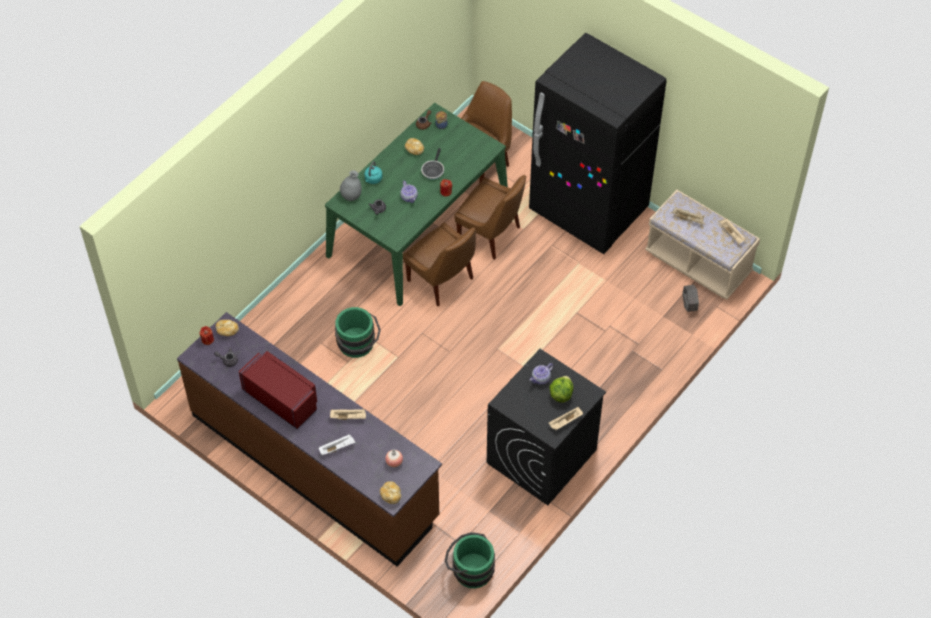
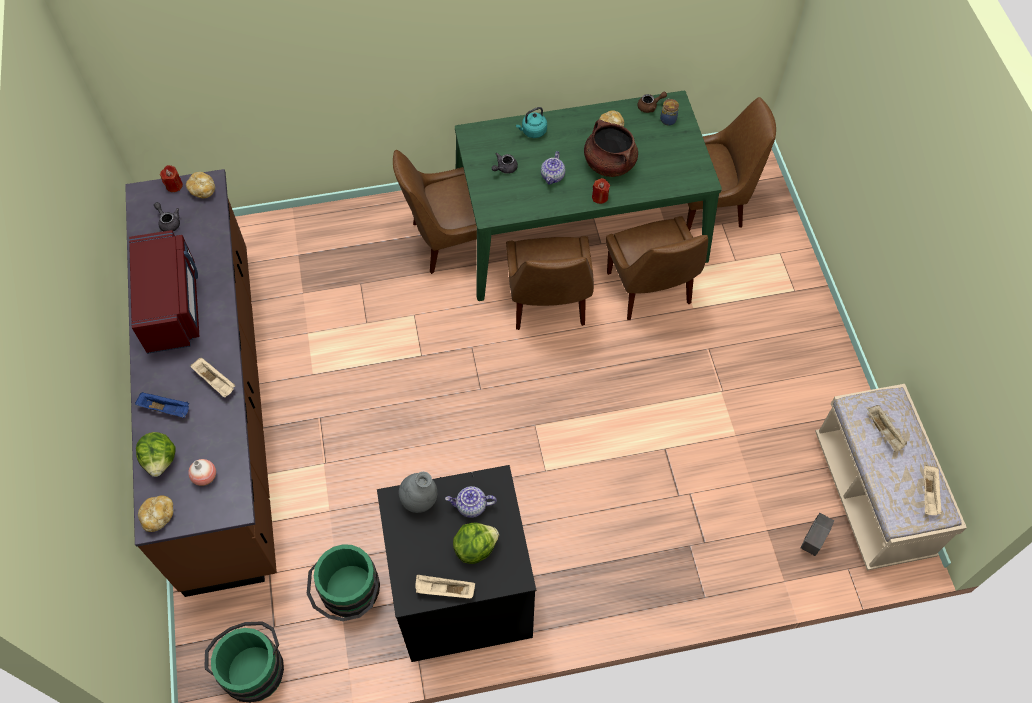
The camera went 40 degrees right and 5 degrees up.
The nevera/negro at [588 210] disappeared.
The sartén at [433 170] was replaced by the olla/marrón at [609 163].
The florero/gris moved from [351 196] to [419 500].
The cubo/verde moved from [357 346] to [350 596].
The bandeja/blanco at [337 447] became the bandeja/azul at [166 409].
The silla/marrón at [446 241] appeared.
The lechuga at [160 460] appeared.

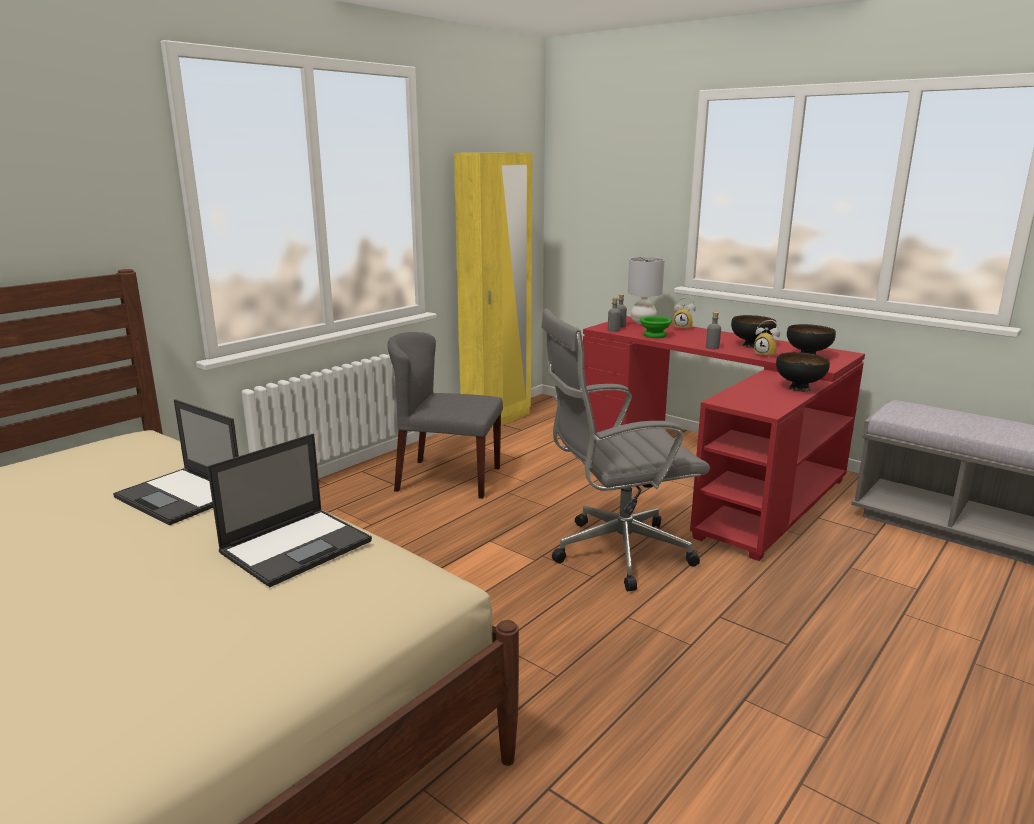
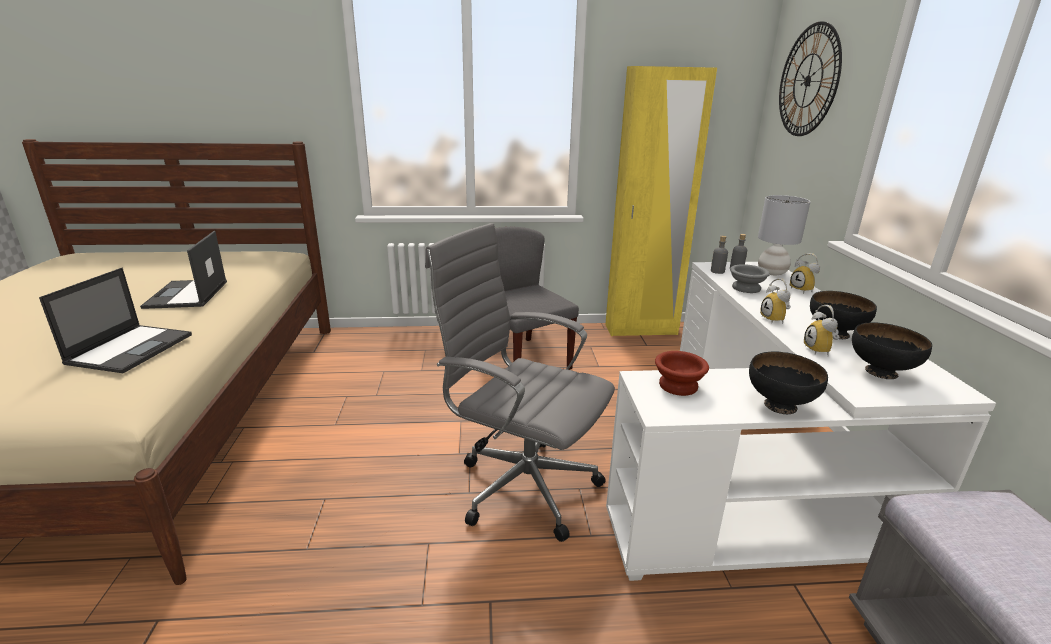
The camera went 45 degrees right and 5 degrees up.
The botella/gris at [712 347] was replaced by the despertador at [775 320].
The escritorio/rojo at [716 475] became the escritorio/blanco at [755 470].
The cuenco/verde at [655 335] became the cuenco/gris at [746 288].
The portátil at [297 546] turned 75 degrees counterclockwise.
The reloj de pared at [808 81] appeared.
The cuenco/marrón at [676 385] appeared.

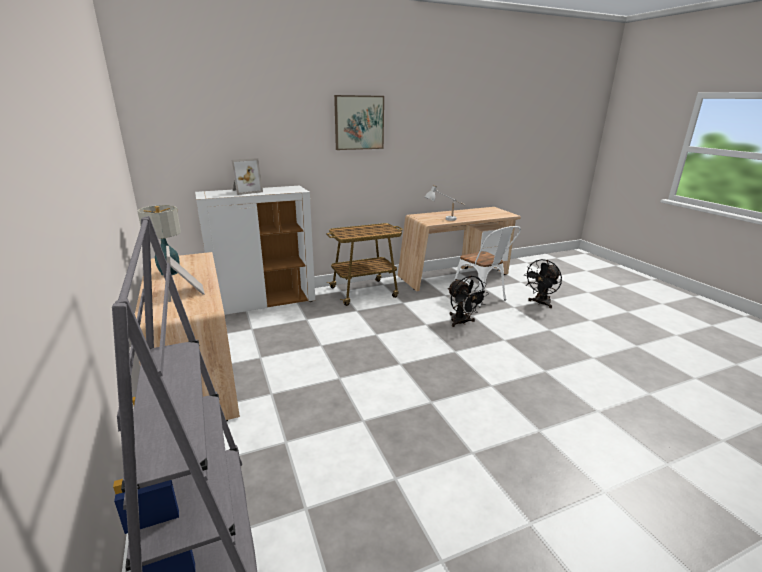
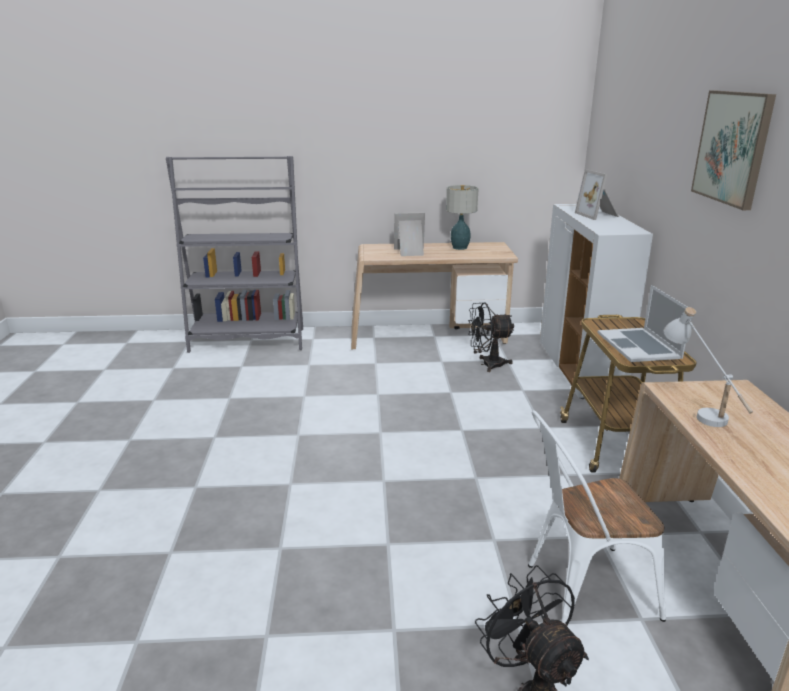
The camera went 110 degrees right and 0 degrees up.
The ventilador/negro moved from [462 322] to [487 364].
The portátil at [639 345] appeared.

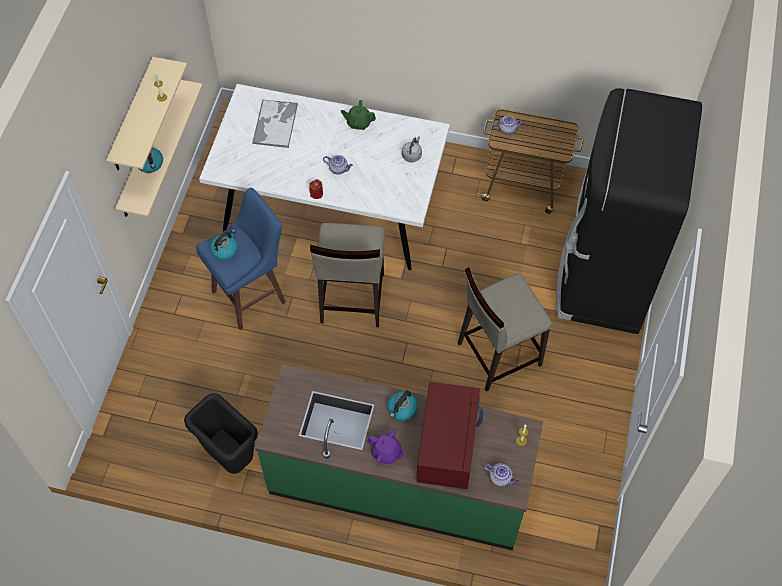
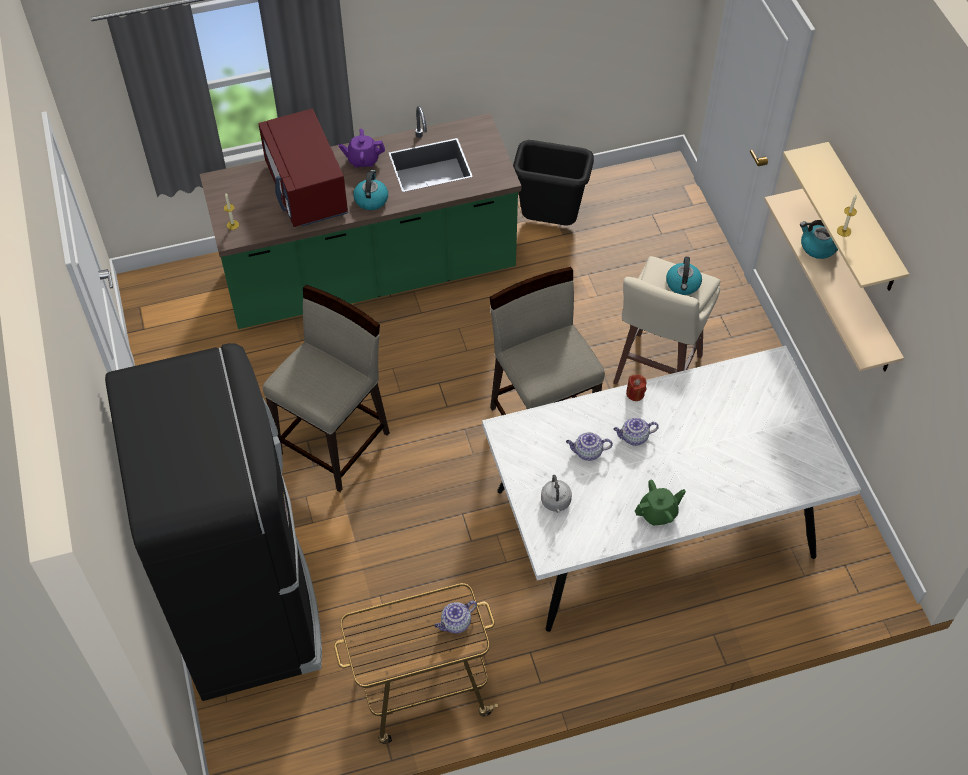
The camera went 150 degrees right and 5 degrees down.
The bandeja at [275 123] disappeared.
The taburete/azul at [251 296] became the taburete/beis at [656 371].
The tetera moved from [500 478] to [587 452].

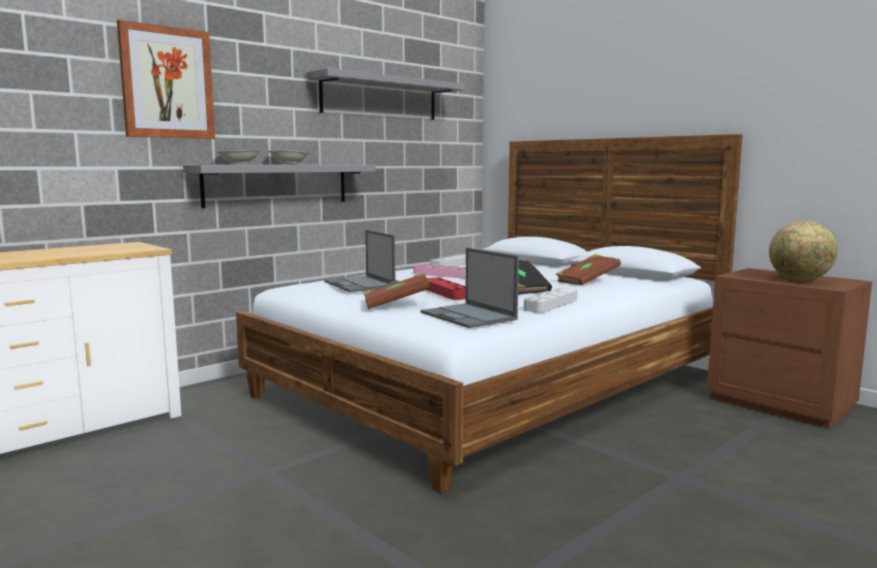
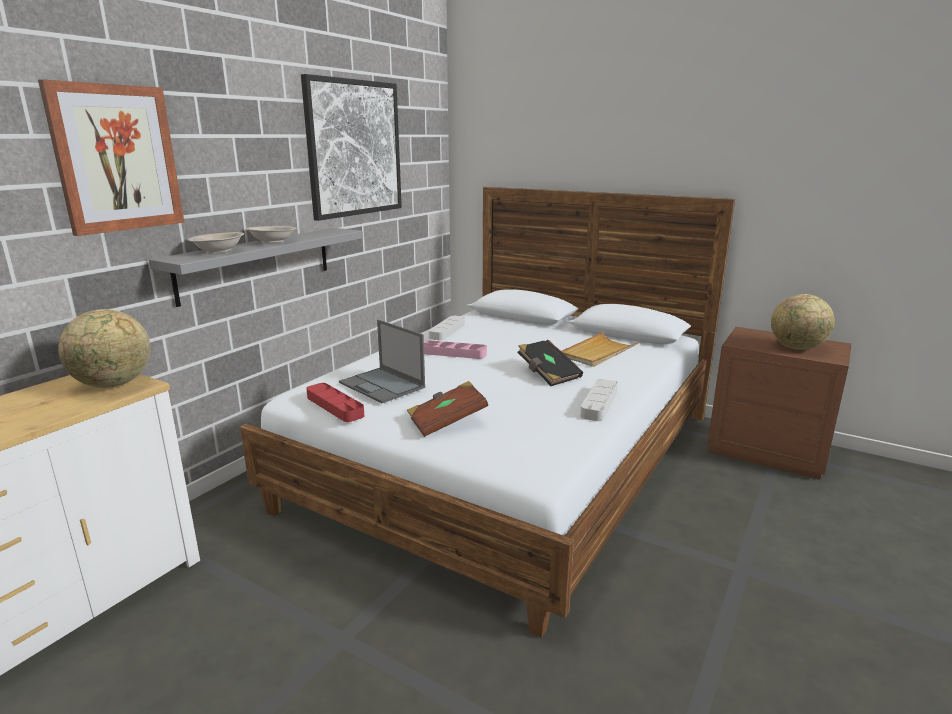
The camera went 15 degrees left and 10 degrees up.
The estante/gris at [380 98] was replaced by the cuadro at [354 148].
The portátil at [469 316] disappeared.
The libro/marrón at [586 281] was replaced by the bandeja/beis at [598 352].
The bandeja/rojo moved from [445 293] to [335 406].
The globo terráqueo at [114 384] appeared.

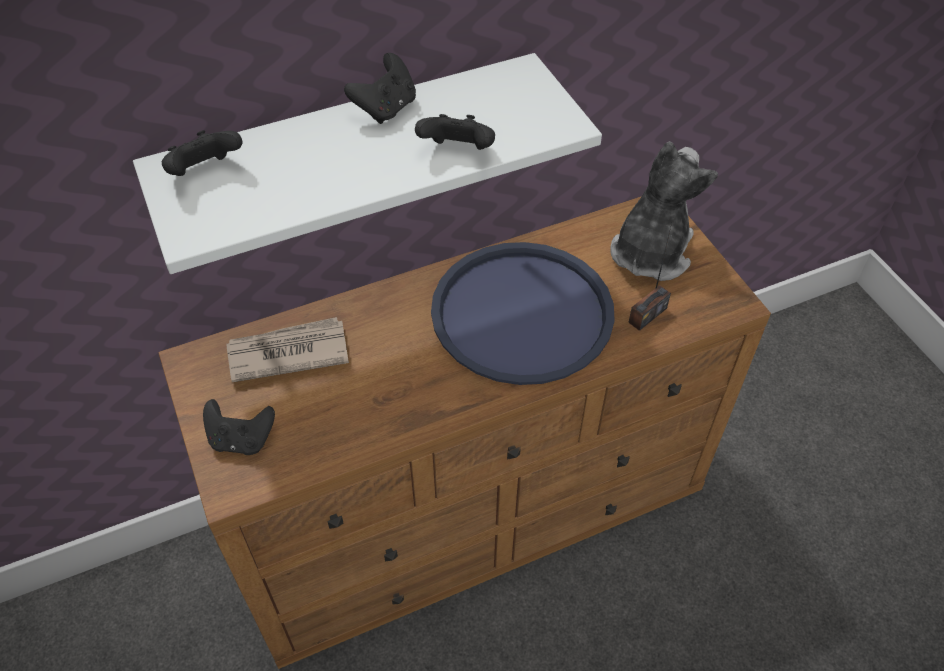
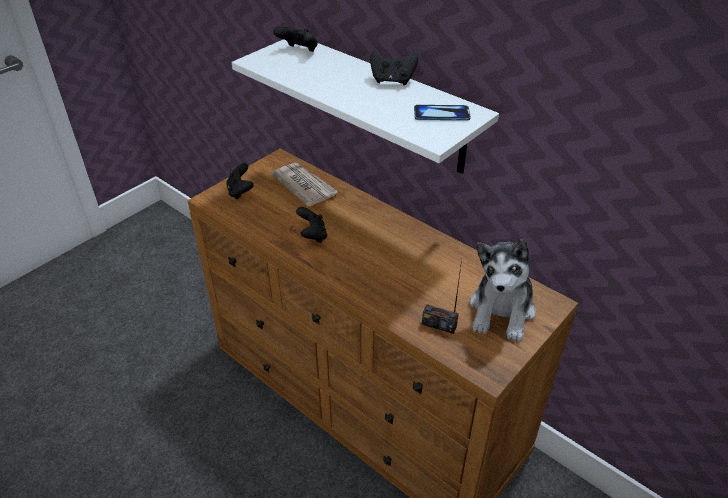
The camera went 65 degrees right and 10 degrees down.
The mando de consola/negro moved from [458 152] to [312 235].
The peluche at [650 252] turned 105 degrees clockwise.
The bandeja/azul at [522 313] disappeared.
The móvil at [441 114] appeared.

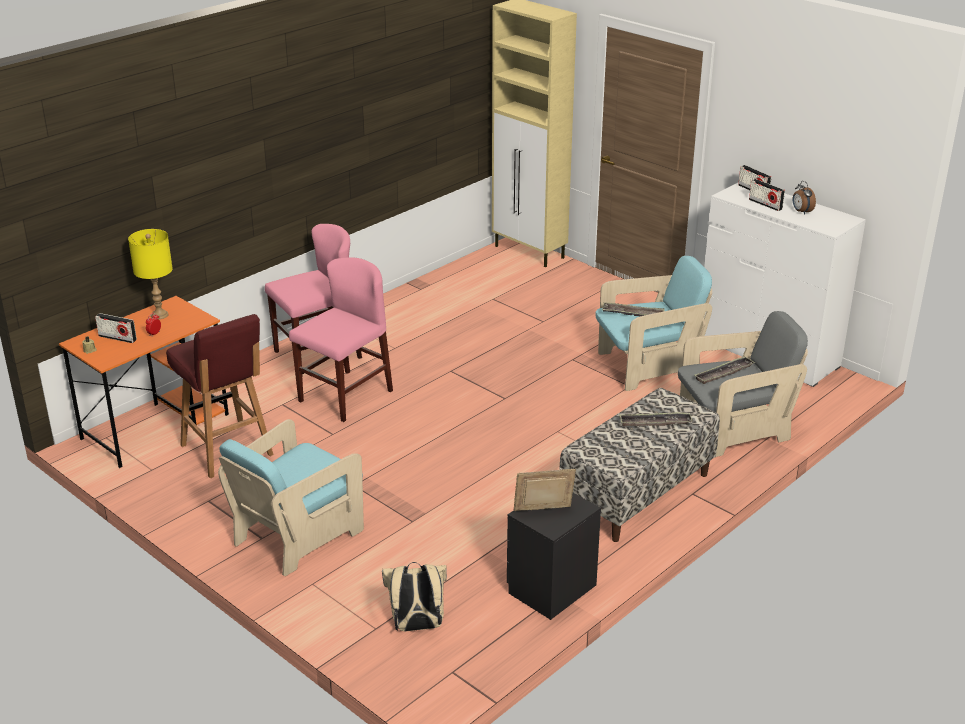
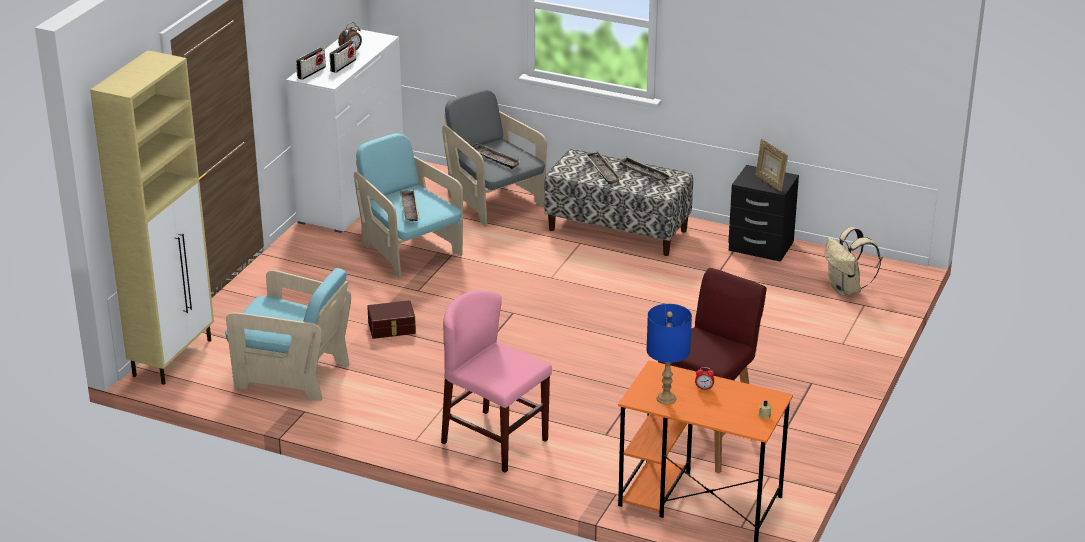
The camera went 110 degrees left and 0 degrees up.
The lámpara de mesa/amarillo at [159 315] became the lámpara de mesa/azul at [666 399].
The silla/rosa at [345 396] disappeared.
The radio at [117 338] disappeared.
The sillón/turquesa moved from [297 535] to [292 374].
The bandeja at [644 172] appeared.
The caja de almacenaje/marrón at [392 328] appeared.

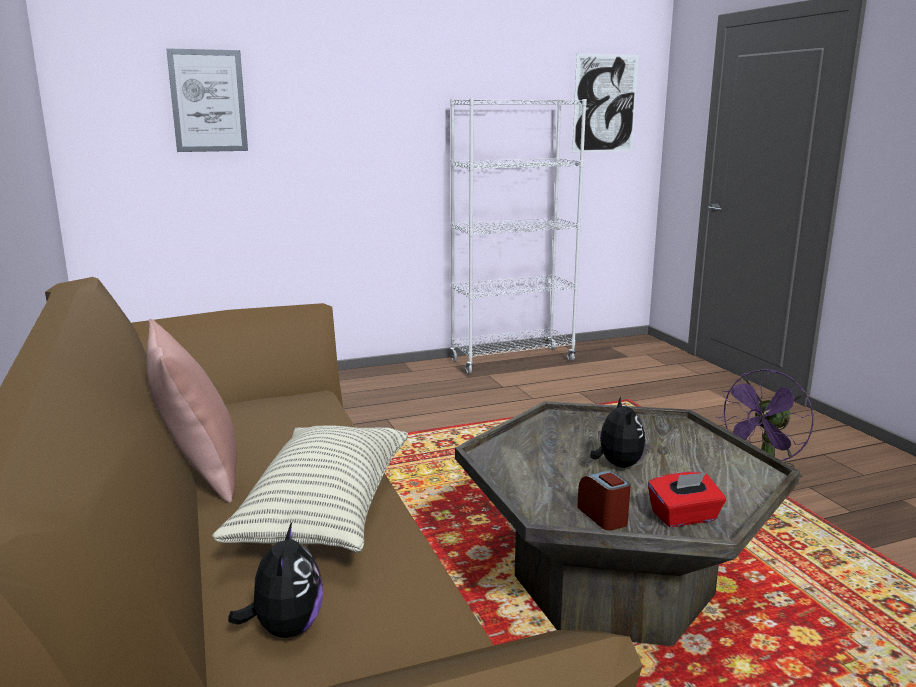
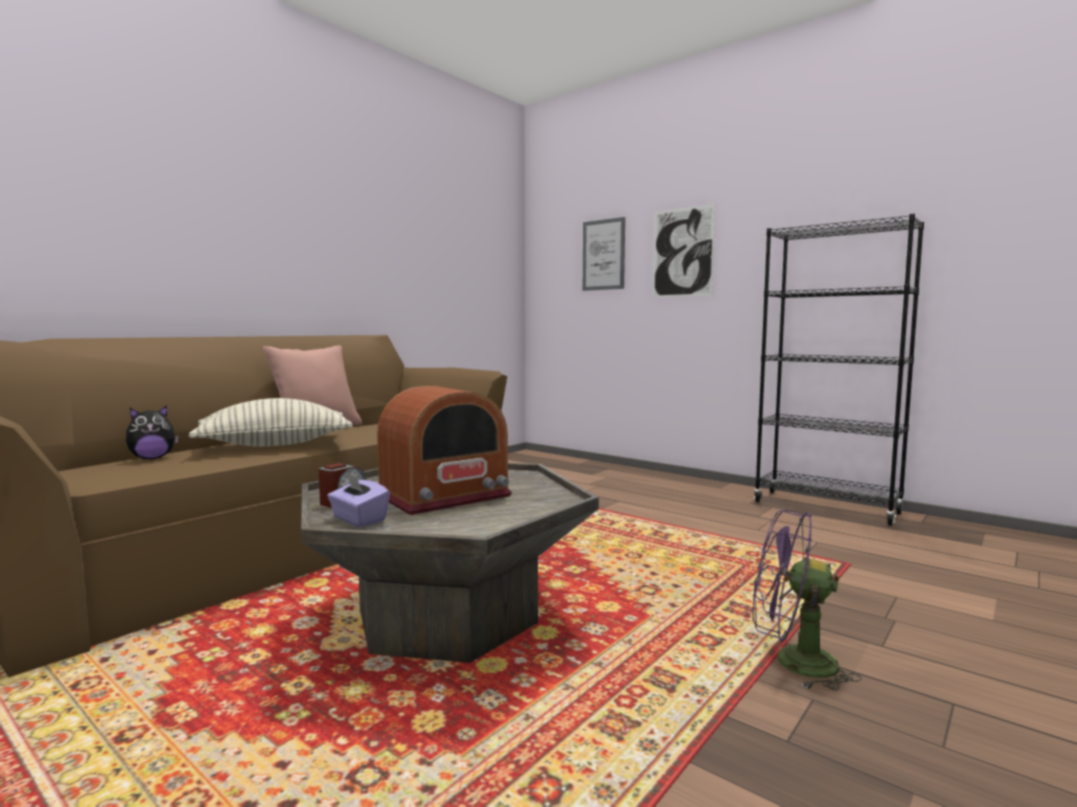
The camera went 60 degrees right and 10 degrees down.
The cuadro moved from [605 103] to [682 252].
The estantería/blanco at [512 361] became the estantería/negro at [826 507].
The peluche at [617 465] was replaced by the radio at [444 495].
The caja de pañuelos/rojo at [684 517] became the caja de pañuelos/morado at [358 519].

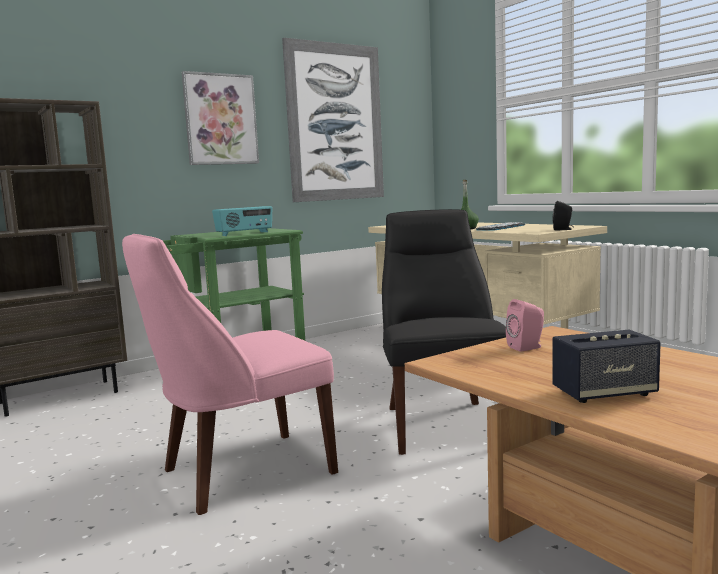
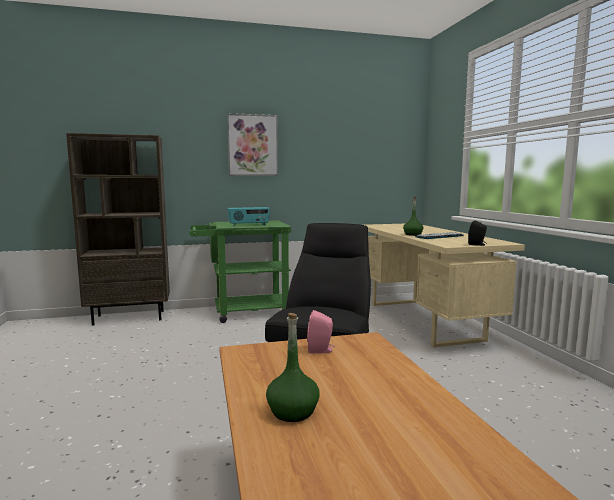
The camera went 20 degrees right and 0 degrees up.
The cuadro at [335 122] disappeared.
The silla/rosa at [240 473] disappeared.
The altavoz at [604 393] was replaced by the botella/verde at [293 411].

